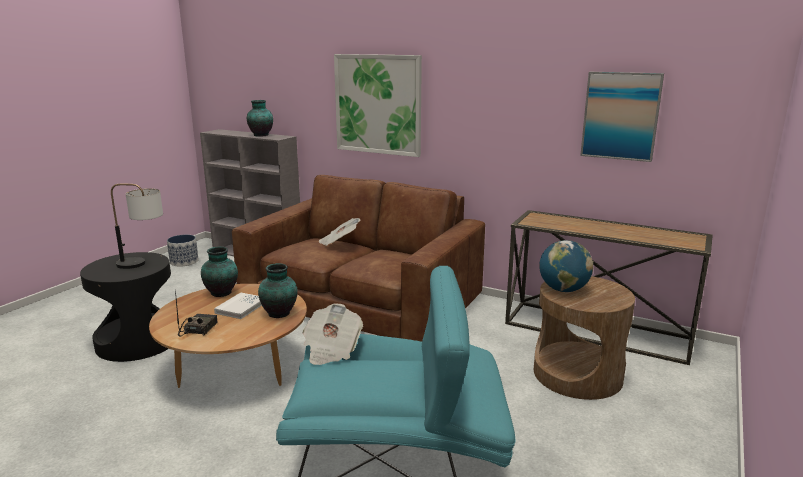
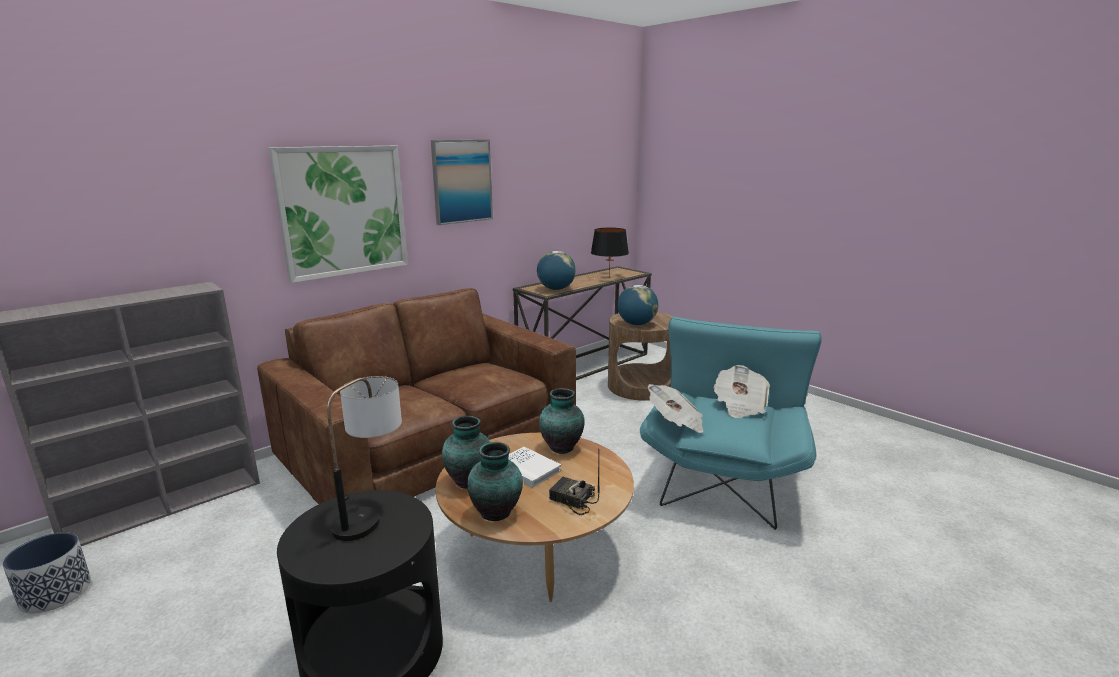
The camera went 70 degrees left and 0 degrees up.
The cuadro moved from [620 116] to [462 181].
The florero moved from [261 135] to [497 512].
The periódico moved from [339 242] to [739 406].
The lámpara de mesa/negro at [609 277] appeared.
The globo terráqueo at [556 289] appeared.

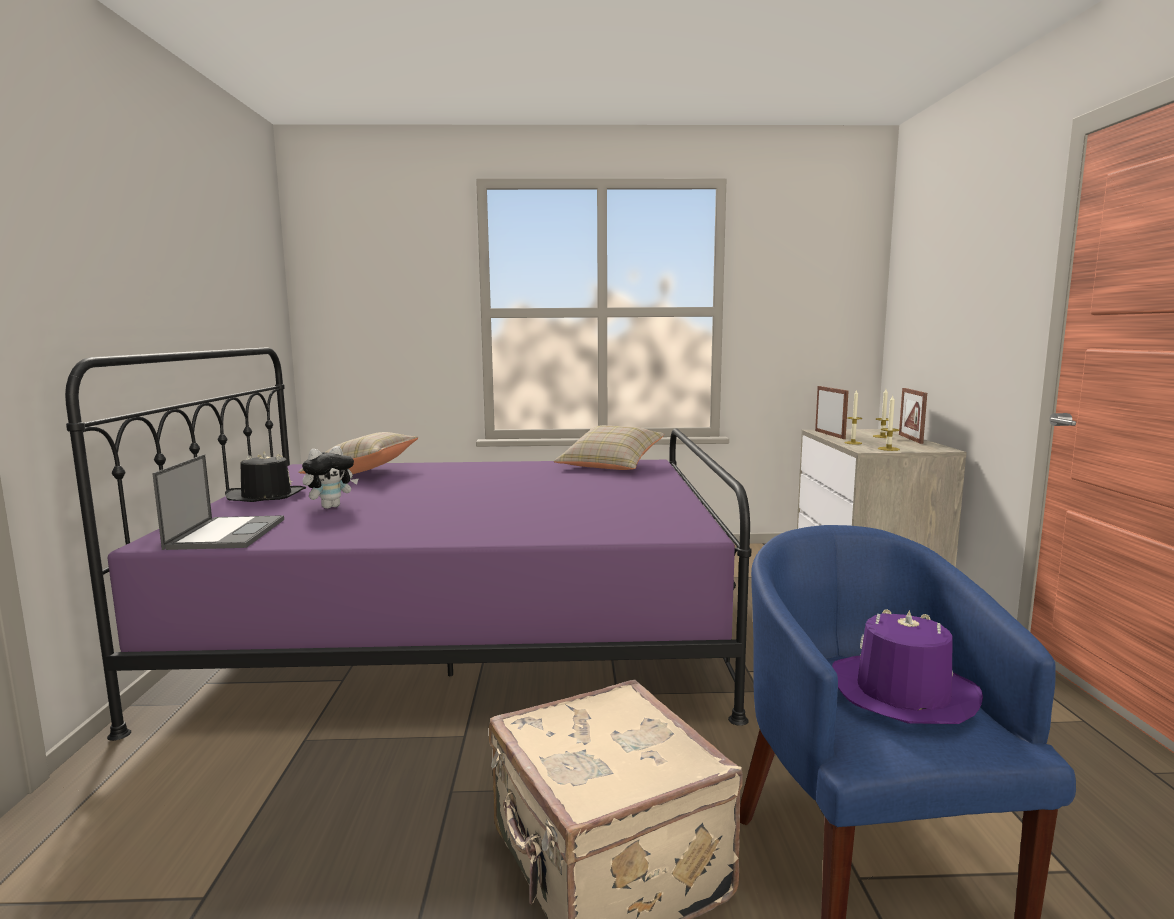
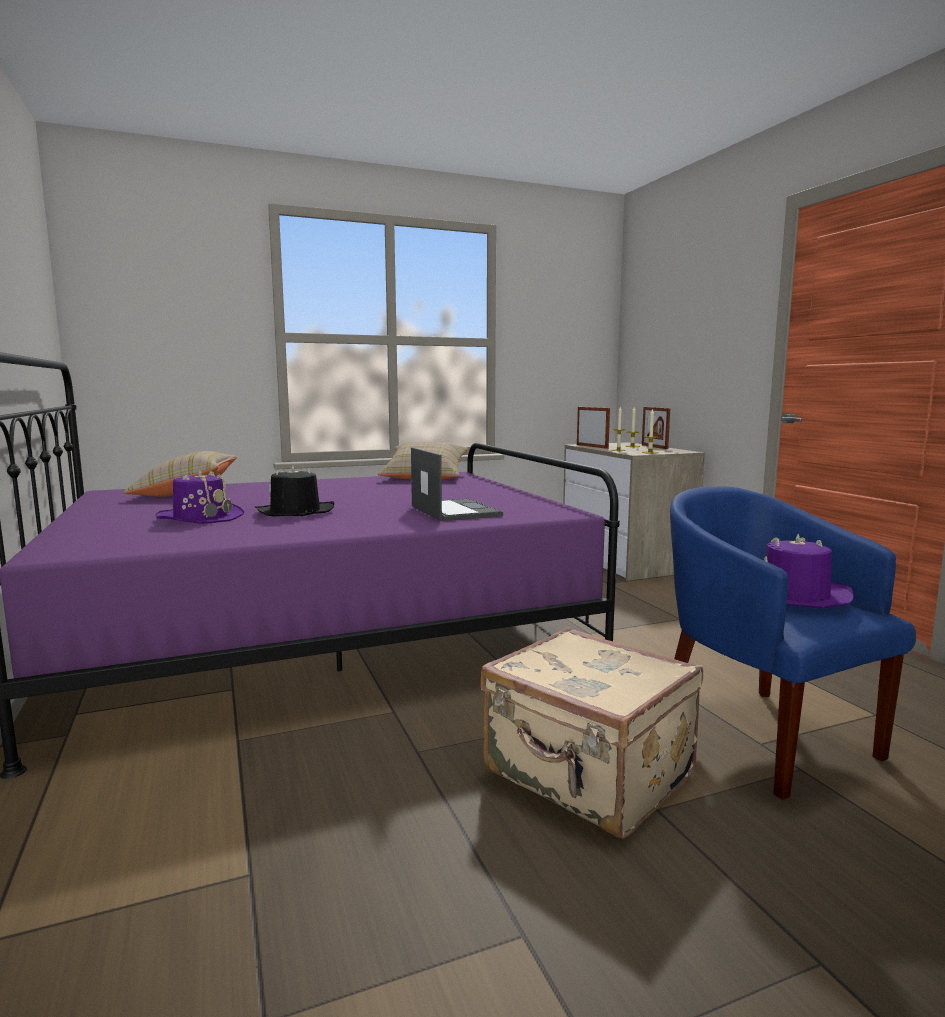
The camera went 20 degrees left and 0 degrees up.
The peluche at [331 506] was replaced by the sombrero/morado at [200 517].
The sombrero/negro moved from [266 496] to [295 512].
The portátil moved from [227 533] to [454 511].

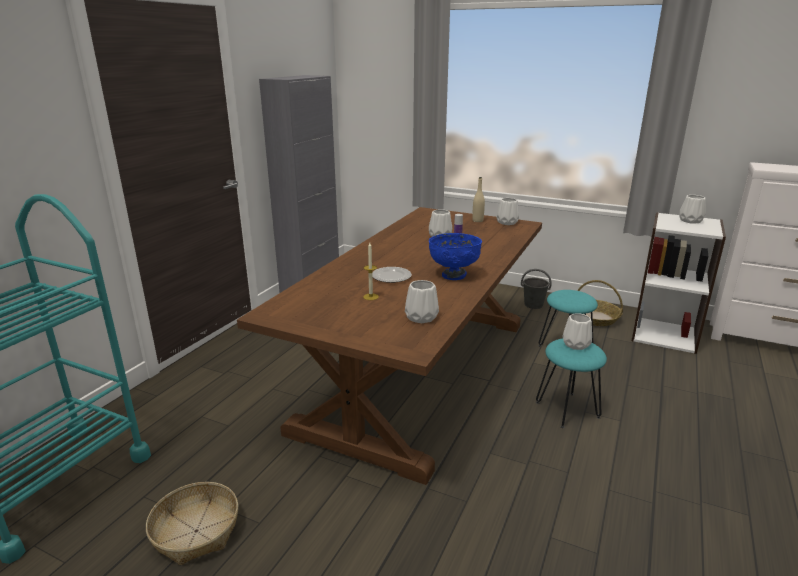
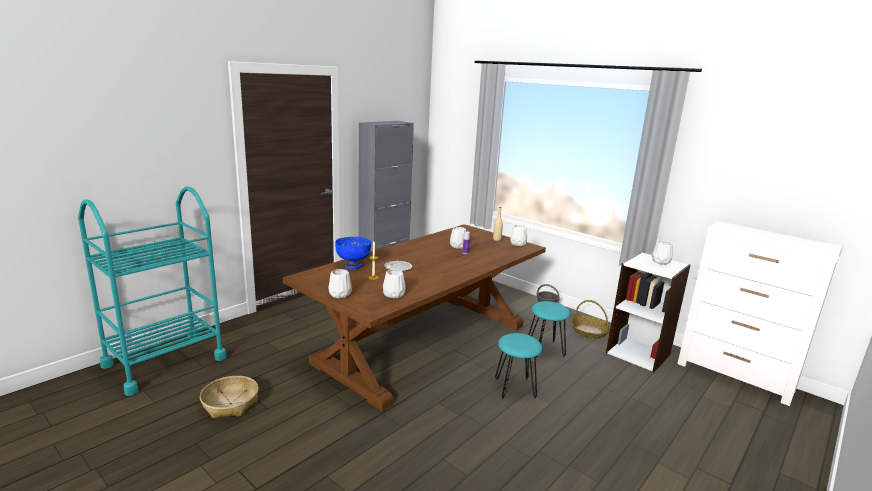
The camera went 15 degrees right and 5 degrees down.
The cuenco/azul moved from [454 275] to [353 266].
The florero/blanco moved from [575 344] to [339 294].

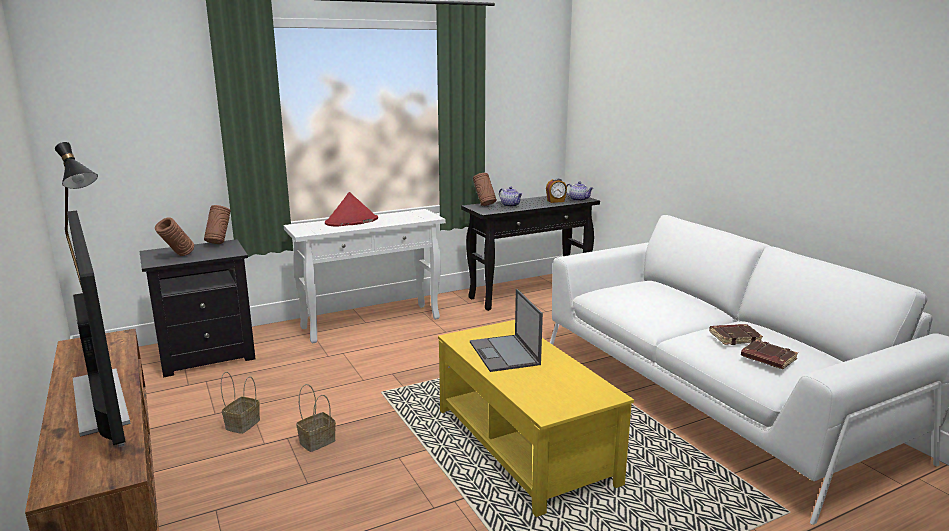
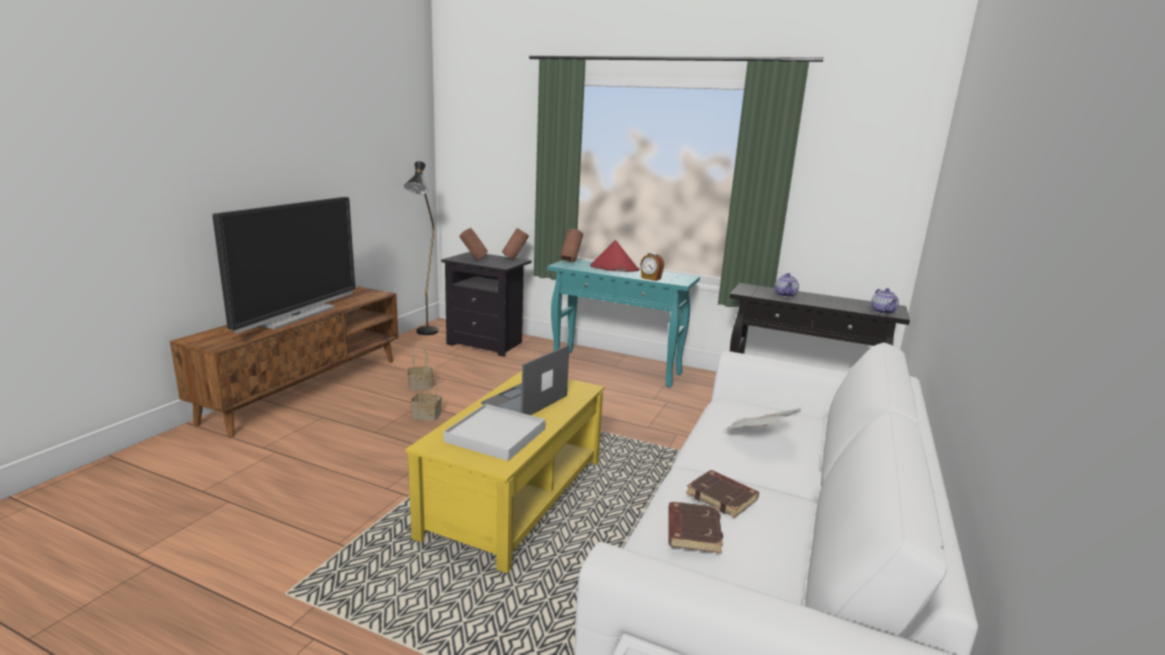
The camera went 50 degrees right and 0 degrees up.
The florero/marrón moved from [484 205] to [570 261].
The despertador moved from [556 201] to [650 278].
The mesa consola/blanco at [372 323] became the mesa consola/turquesa at [617 368].
The bandeja/blanco at [495 435] appeared.
The periódico at [758 436] appeared.

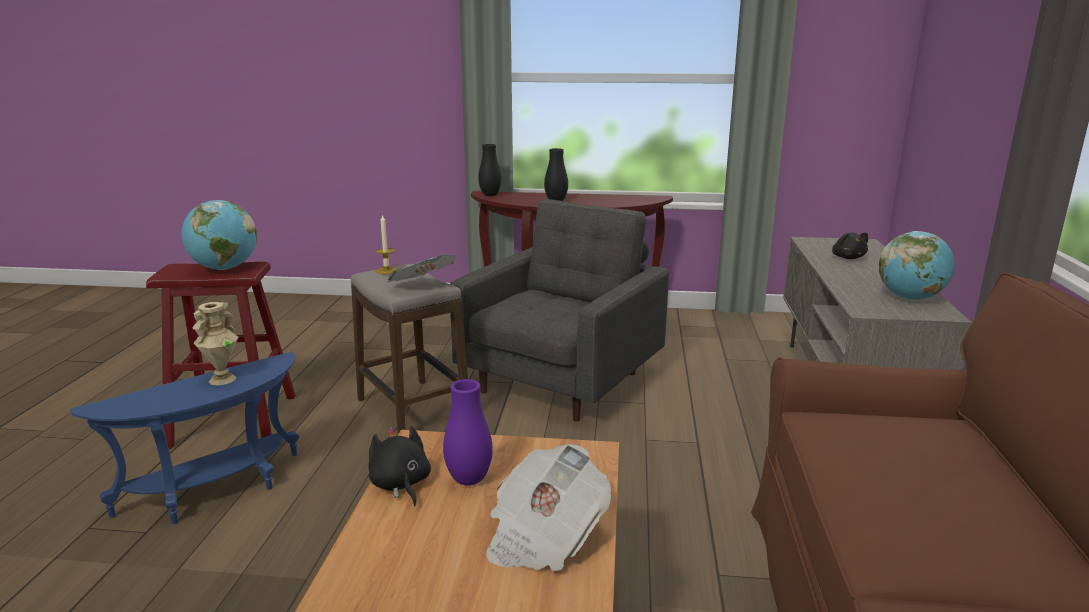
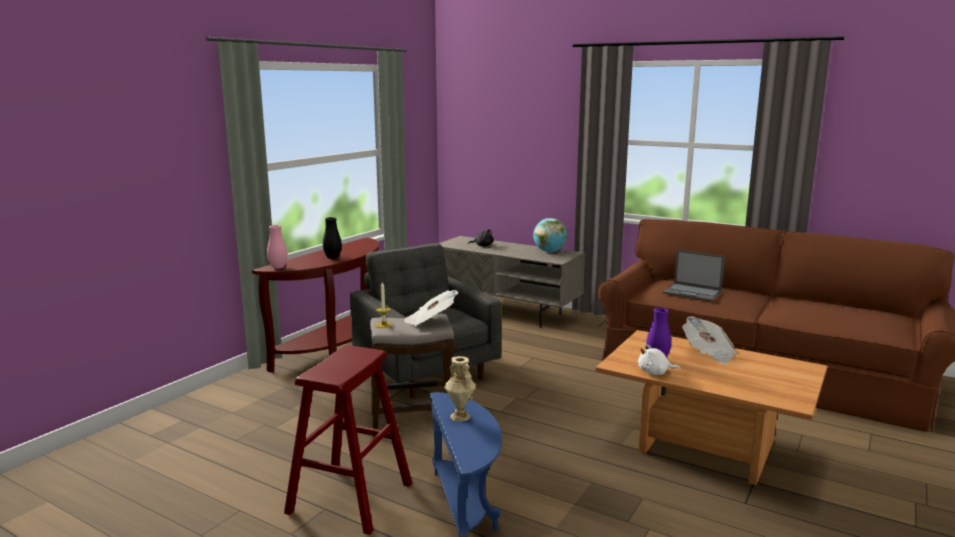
The camera went 65 degrees left and 5 degrees down.
The florero/negro at [490 195] became the florero/rosa at [278 267].
The globo terráqueo at [224 268] disappeared.
The peluche/negro at [400 485] became the peluche/blanco at [655 372].
The portátil at [693 292] appeared.

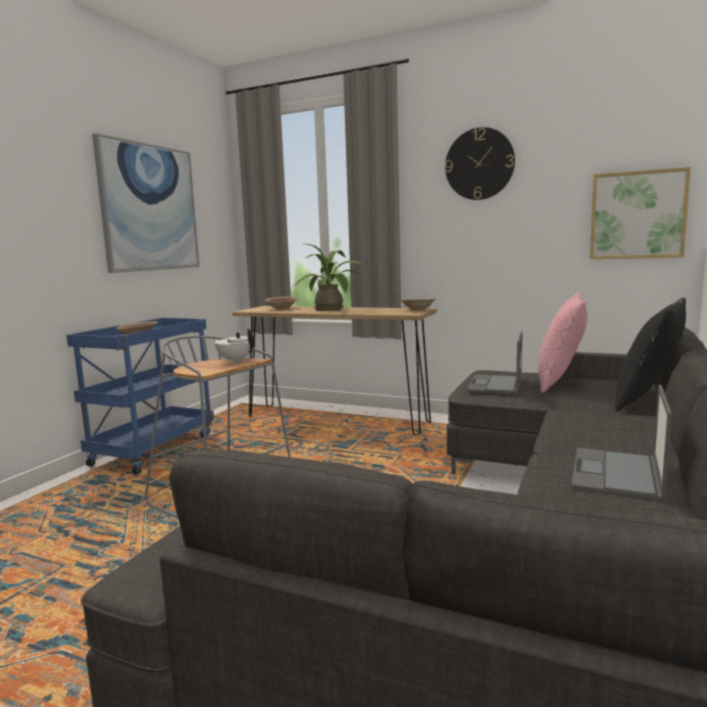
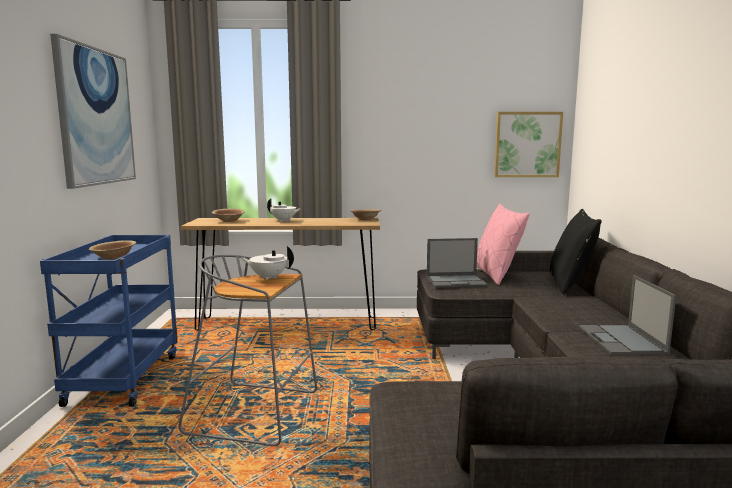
The camera went 25 degrees left and 0 degrees up.
The reloj de pared at [479 164] disappeared.
The planta en maceta at [332 309] was replaced by the tetera/blanco at [284 221].
The portátil at [495 385] turned 90 degrees counterclockwise.

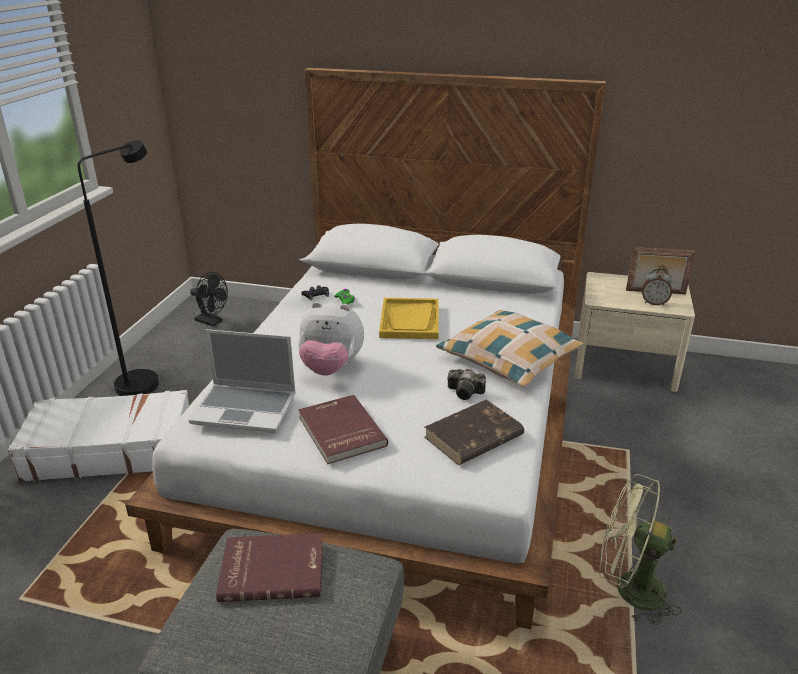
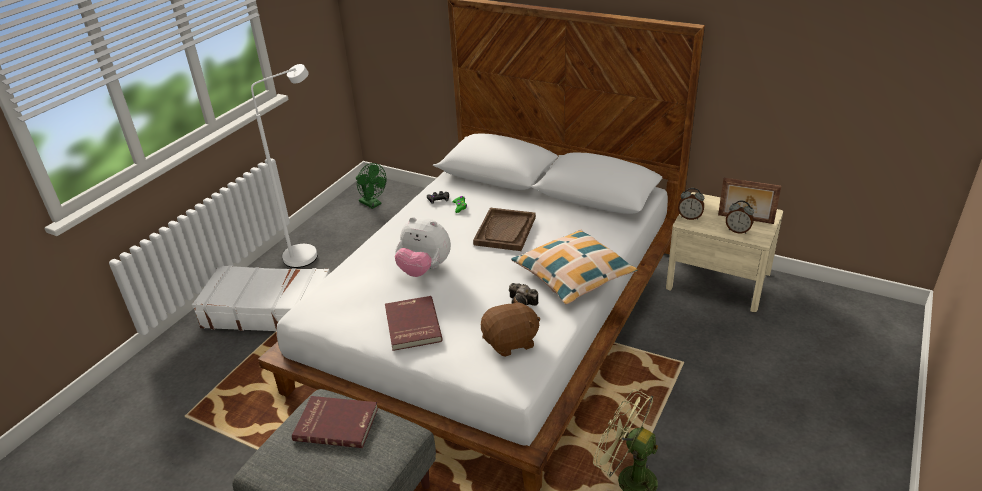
The camera went 15 degrees right and 5 degrees up.
The lámpara de pie/negro at [146 380] became the lámpara de pie/blanco at [308 253].
The ventilador/negro at [212 322] became the ventilador/verde at [373 204].
The bandeja/amarillo at [410 320] became the bandeja/marrón at [505 231].
The portátil at [246 409] disappeared.
The libro/marrón at [473 437] was replaced by the peluche/marrón at [511 342].
The despertador at [689 217] appeared.

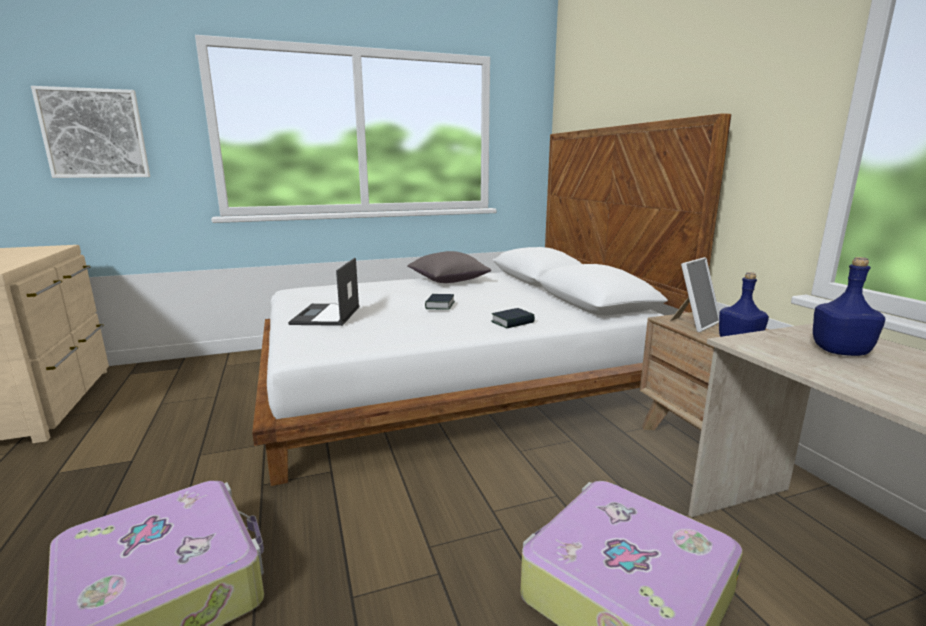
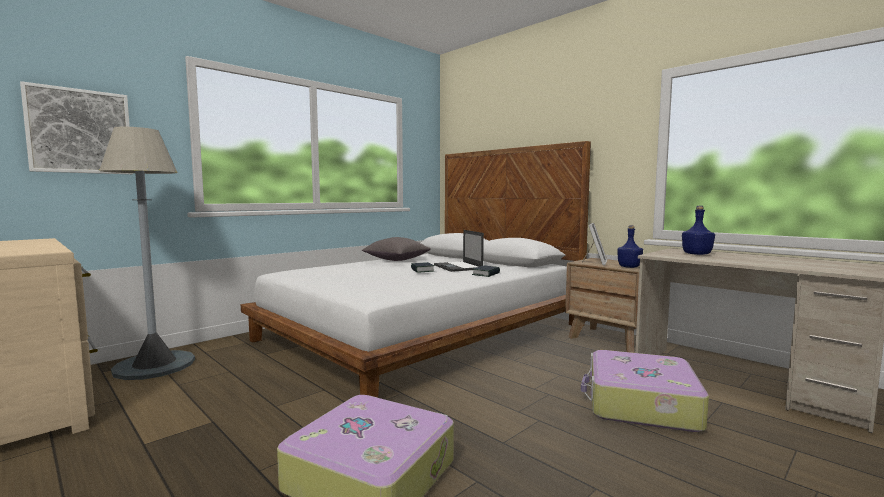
The camera went 25 degrees left and 10 degrees down.
The portátil moved from [326 315] to [458 267].
The lámpara de pie/gris at [154 365] appeared.

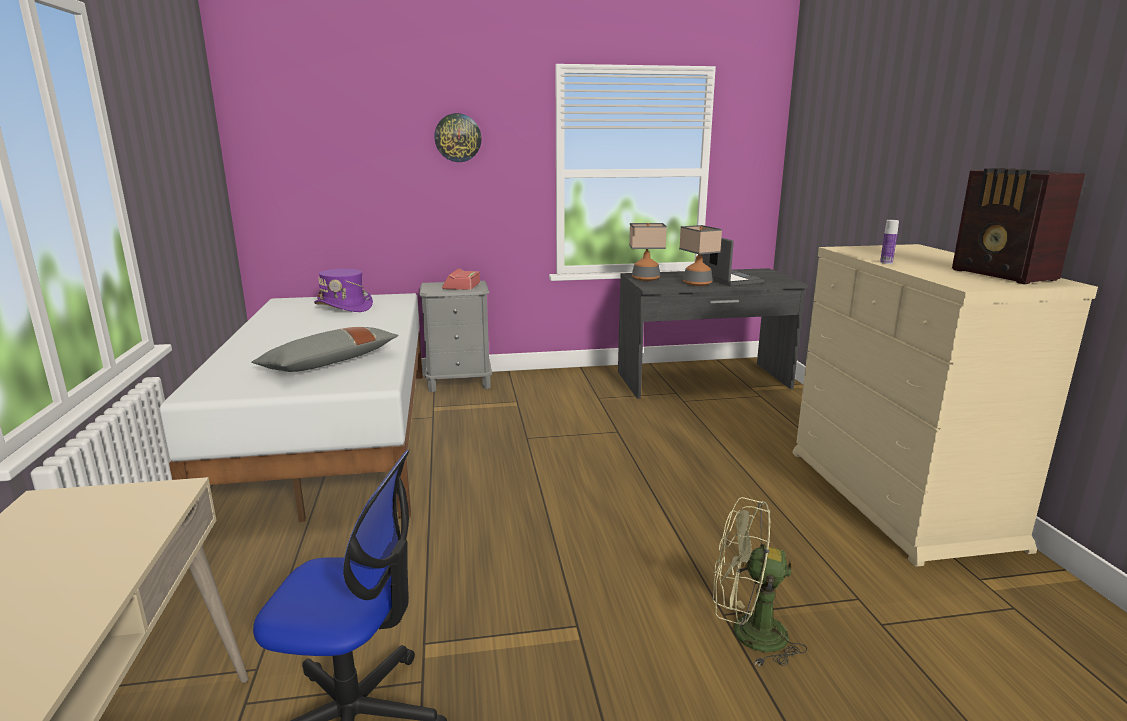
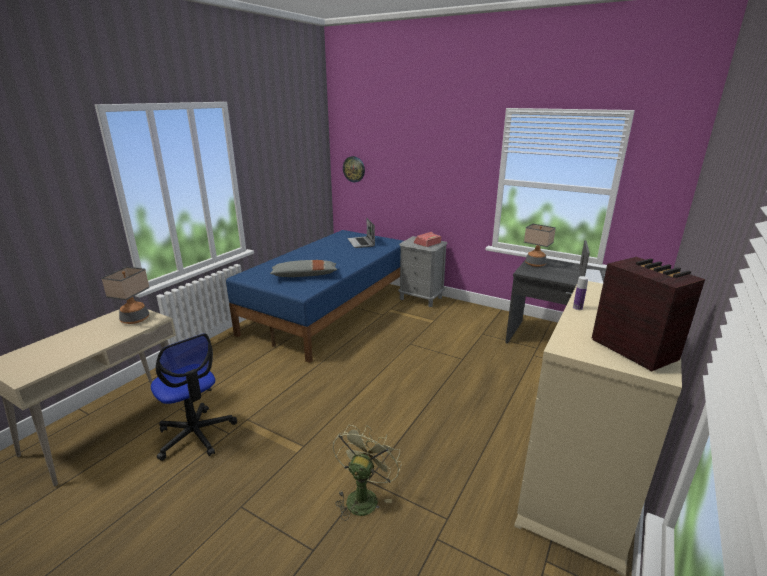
The camera went 40 degrees right and 5 degrees up.
The reloj de pared moved from [458 138] to [354 169].
The radio at [1004 275] turned 135 degrees clockwise.
The lámpara de mesa moved from [697 283] to [135 319].
The sombrero/morado at [344 307] was replaced by the portátil at [361 243].
The cama/blanco at [334 436] became the cama/azul at [331 309].
The ventilador/verde at [747 634] turned 60 degrees clockwise.

